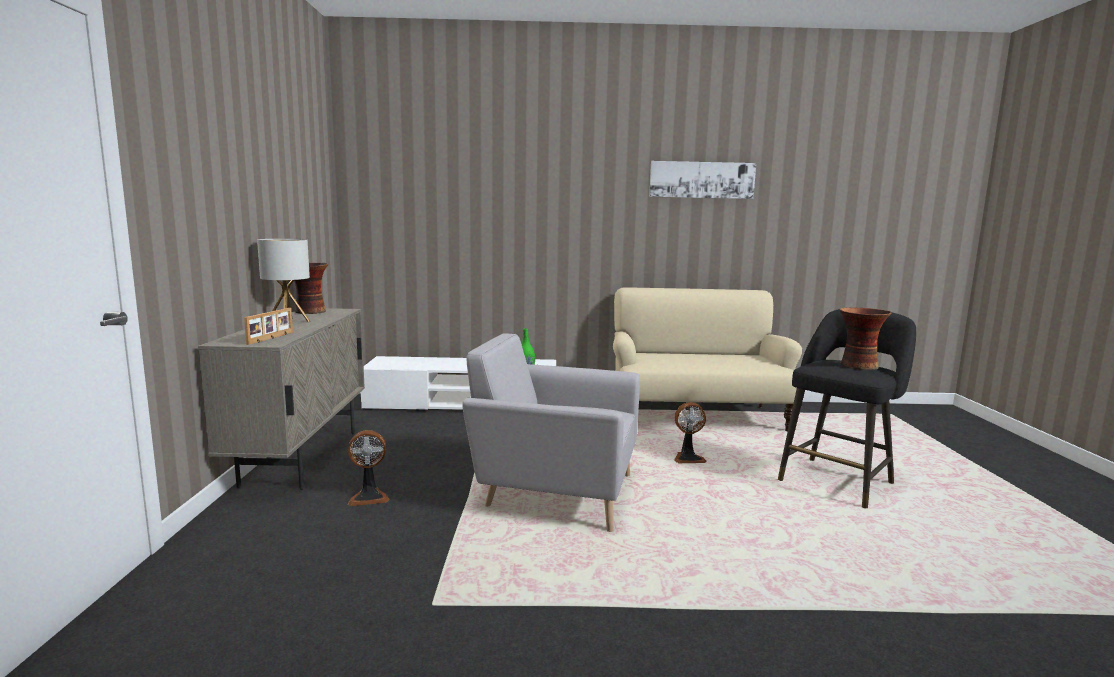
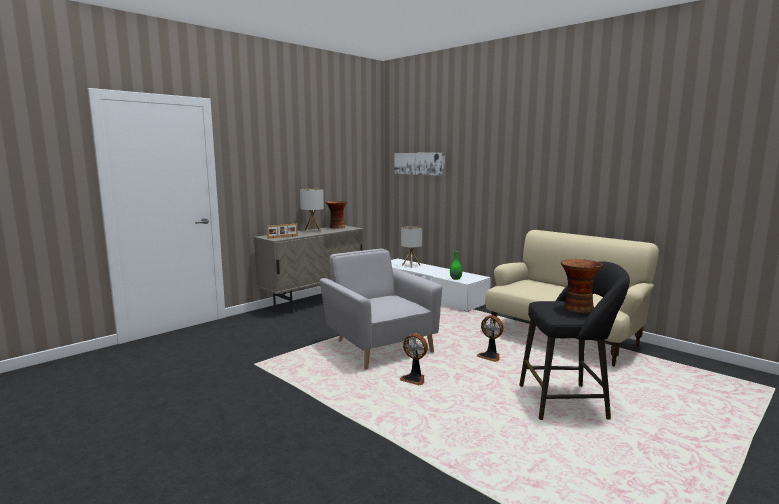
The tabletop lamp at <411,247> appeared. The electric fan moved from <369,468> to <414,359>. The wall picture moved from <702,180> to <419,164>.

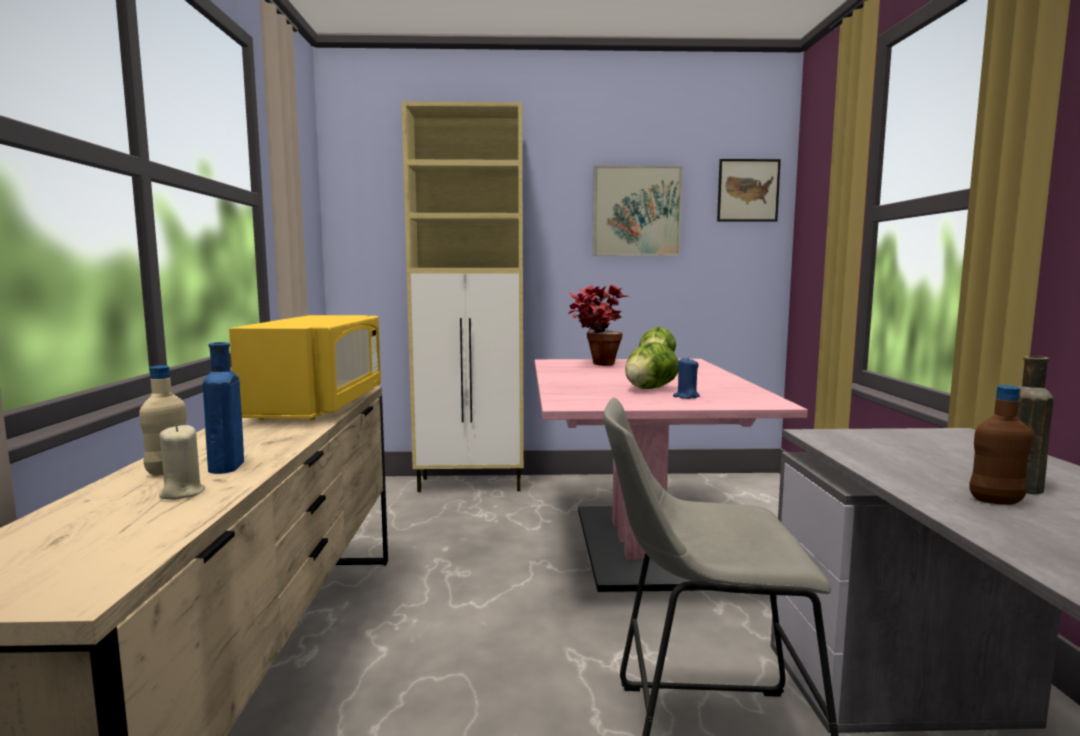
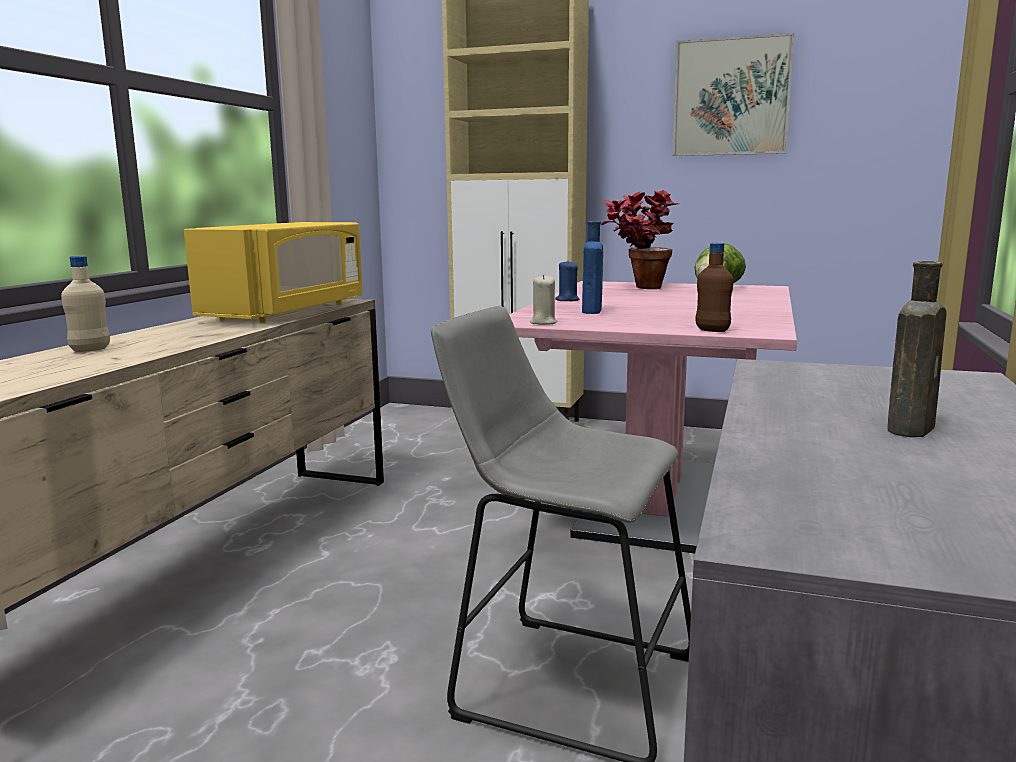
The lettuce head at <651,365> disappeared. The wall picture at <749,190> disappeared. The beige wax candle moved from <182,462> to <543,299>. The blue beverage bottle moved from <223,408> to <592,267>. The blue wax candle moved from <686,378> to <567,281>. The brownish beverage bottle moved from <1001,445> to <714,287>.

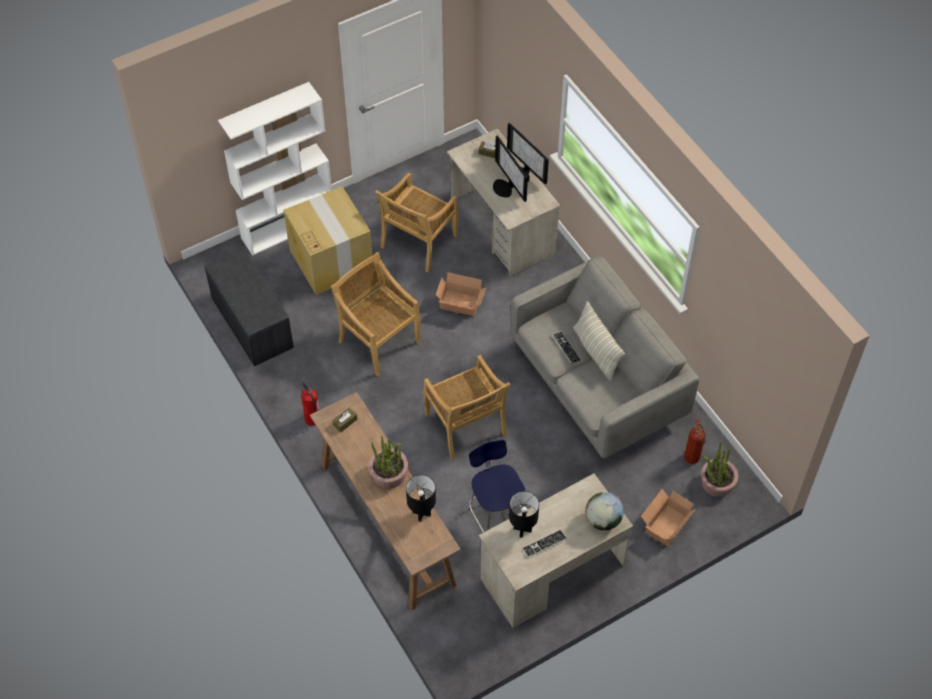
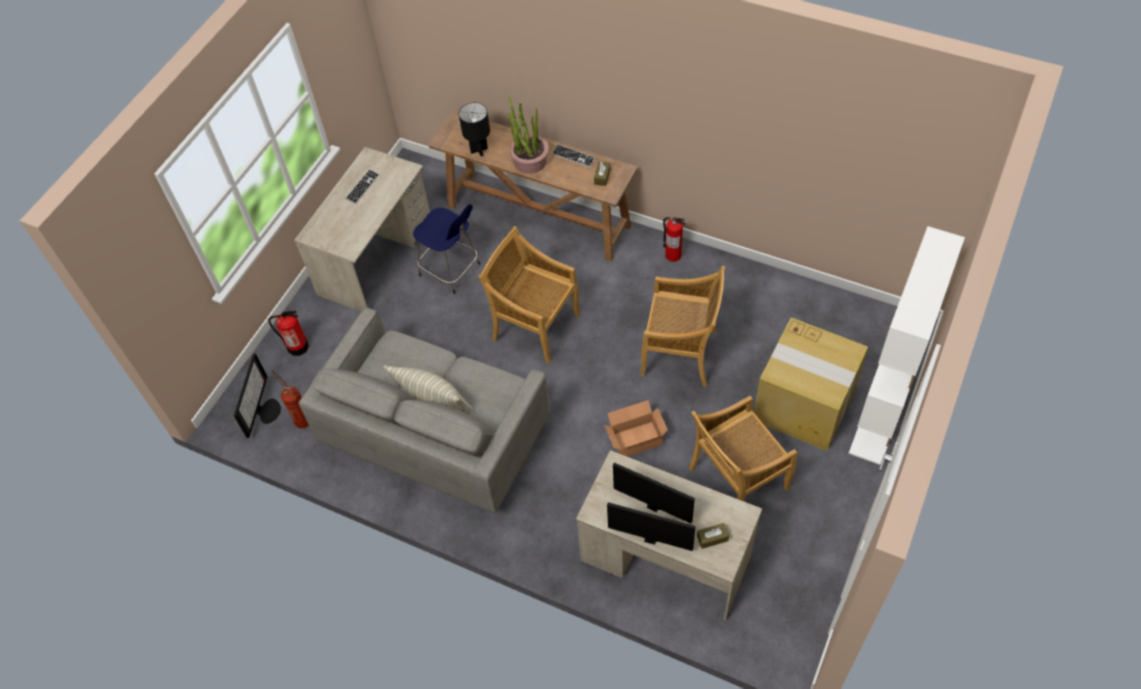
The gray bench at <249,307> disappeared. The blackish tabletop lamp at <524,514> disappeared. The desk globe at <604,511> disappeared. The keyboard moved from <567,347> to <574,155>. The carton at <668,518> was replaced by the extinguisher at <288,333>. The potted plant at <720,469> was replaced by the computer screen at <257,395>. The beige upright chair at <417,222> turned 120 degrees counterclockwise.

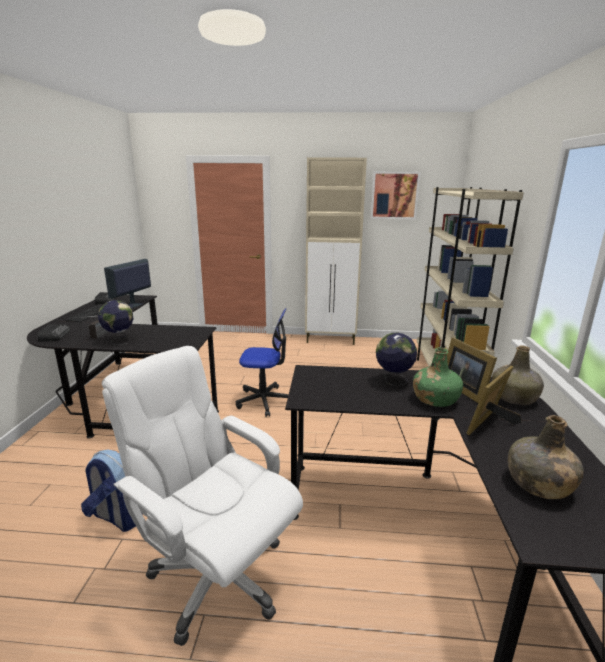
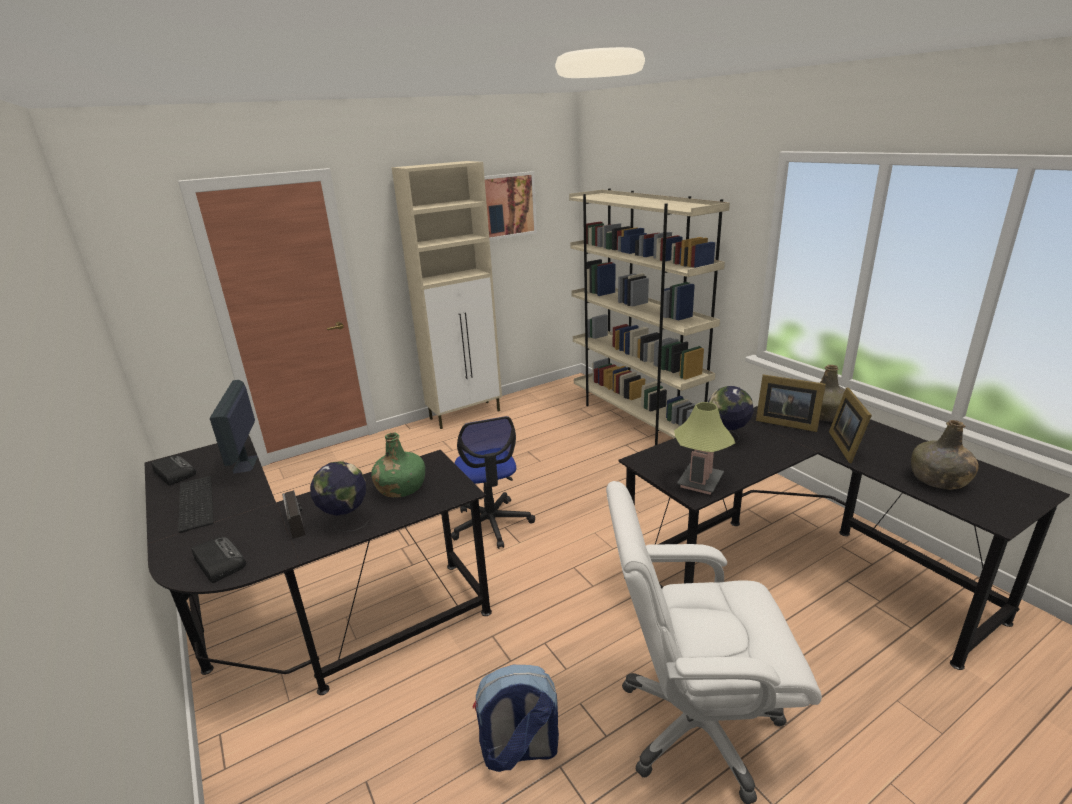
The tabletop lamp at <704,448> appeared. The green beverage bottle moved from <438,377> to <398,465>. The office chair at <262,362> turned 105 degrees clockwise.

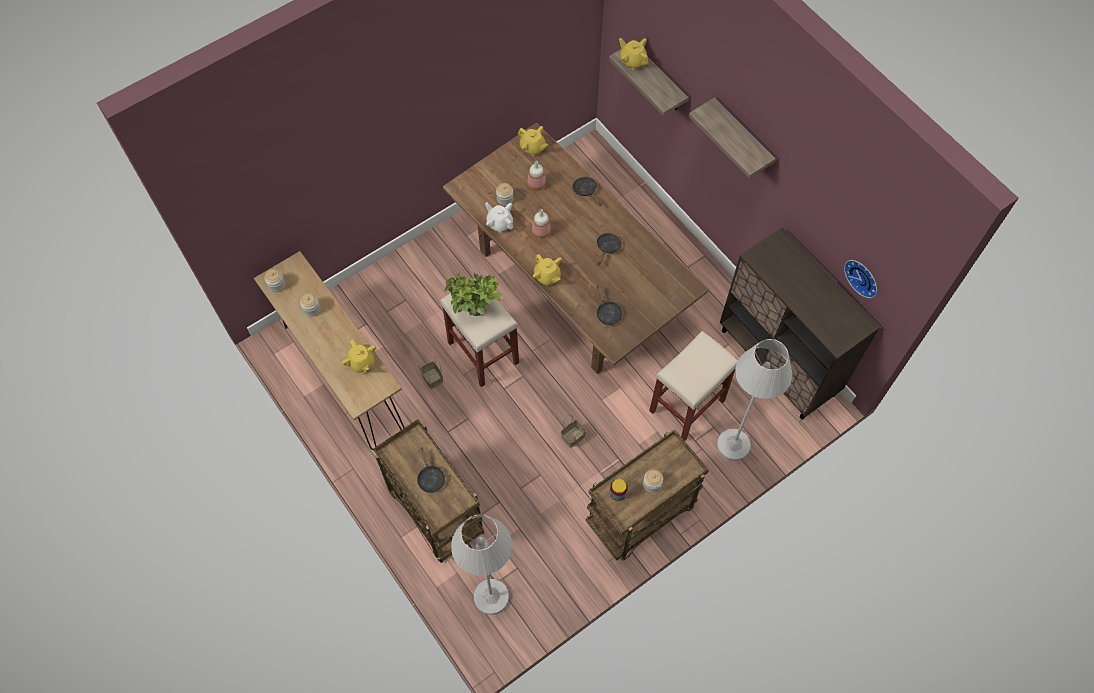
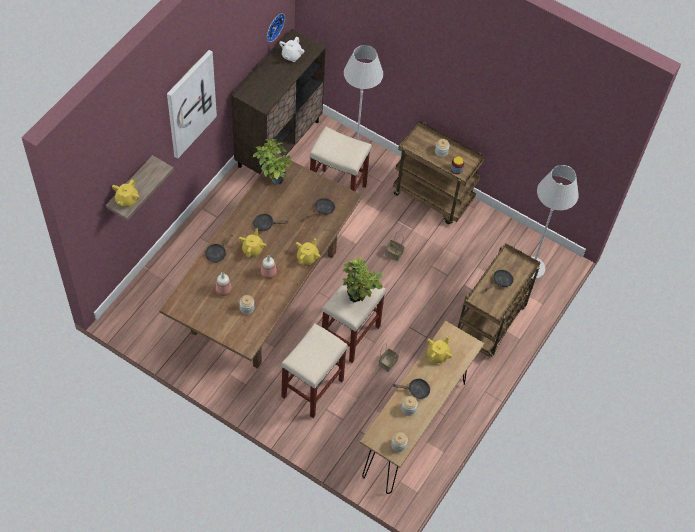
The potted plant at <272,161> appeared. The beige stool at <314,370> appeared. The blackish frying pan at <411,388> appeared. The whitish teapot moved from <499,217> to <291,49>. The yellow-coloured teapot moved from <533,141> to <253,242>. The wall shelf at <732,137> was replaced by the wall picture at <192,104>.

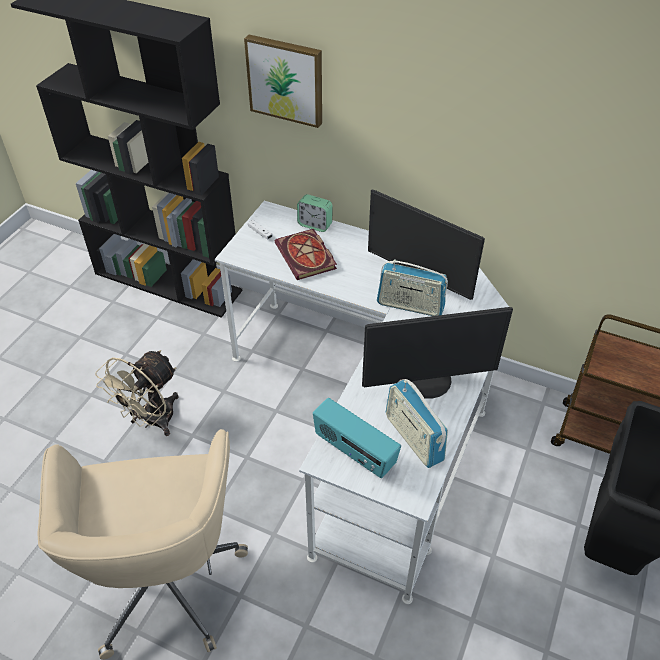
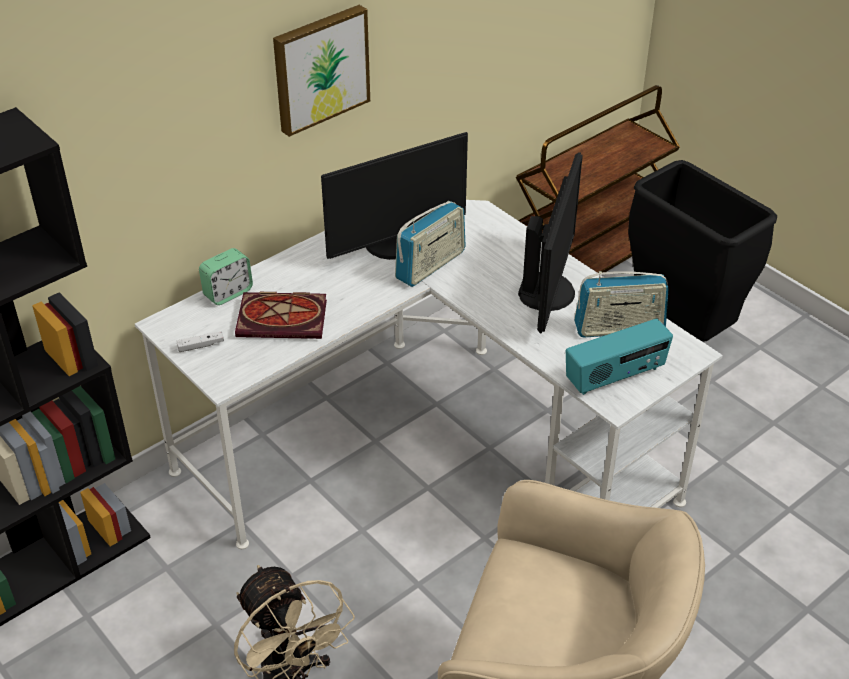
The wall picture moved from <283,81> to <321,71>.

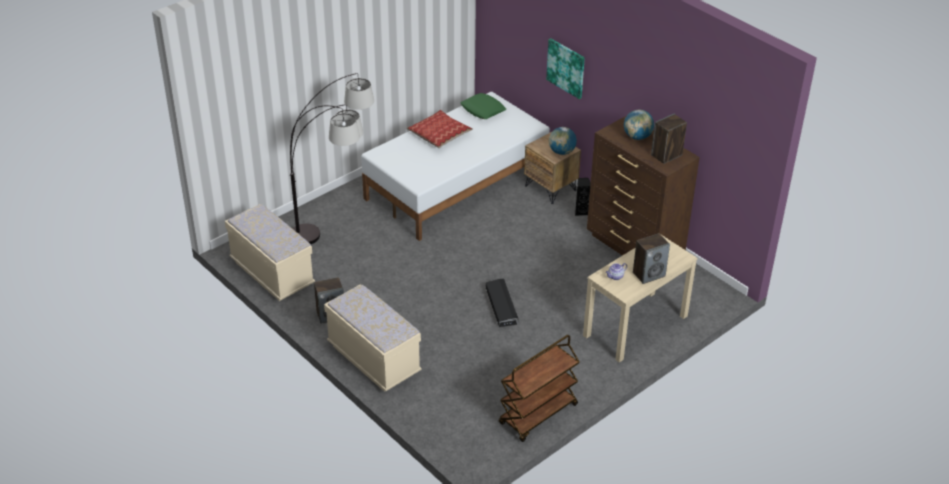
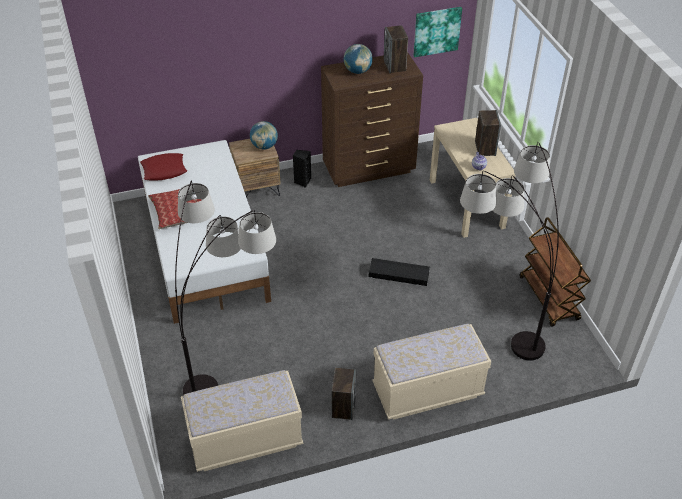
The standard lamp at <509,251> appeared. The wall picture moved from <565,68> to <438,32>. The green cushion at <483,106> became the red cushion at <163,167>.

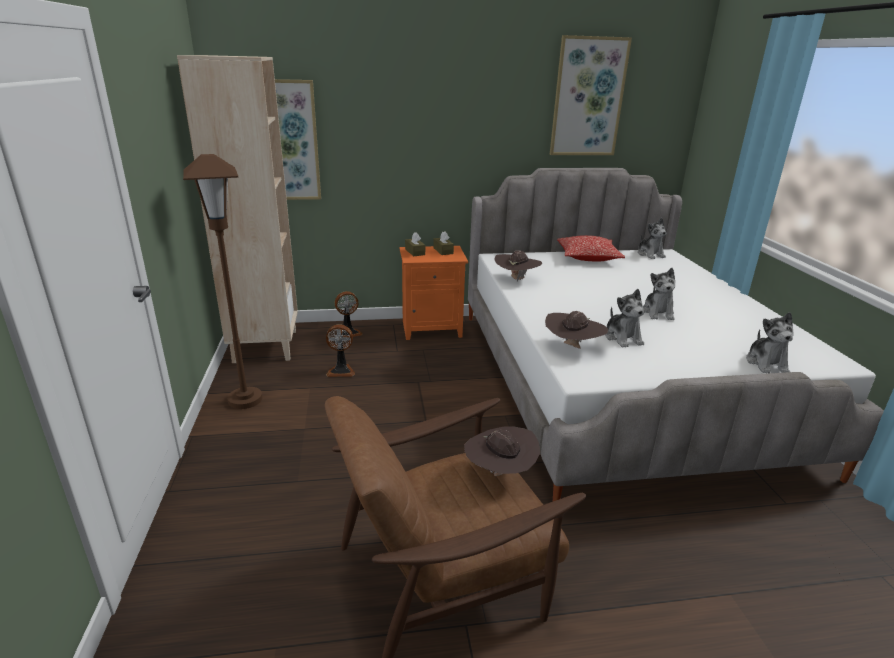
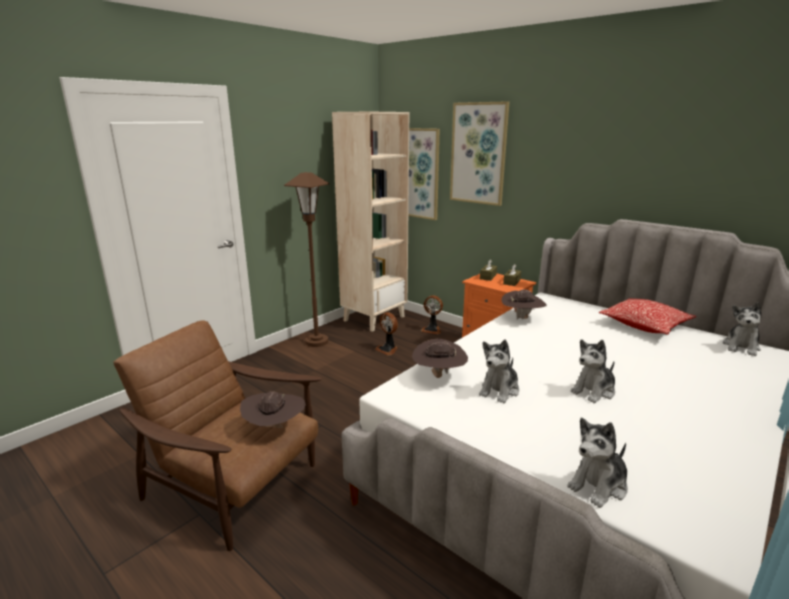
The wall picture moved from <591,95> to <479,153>.

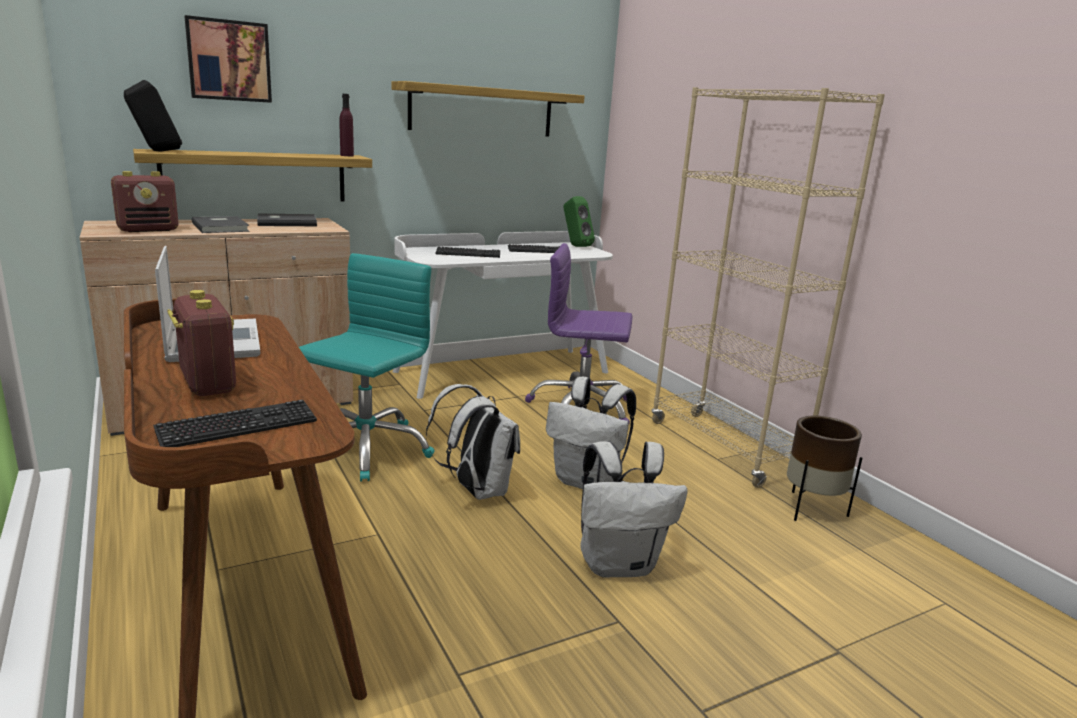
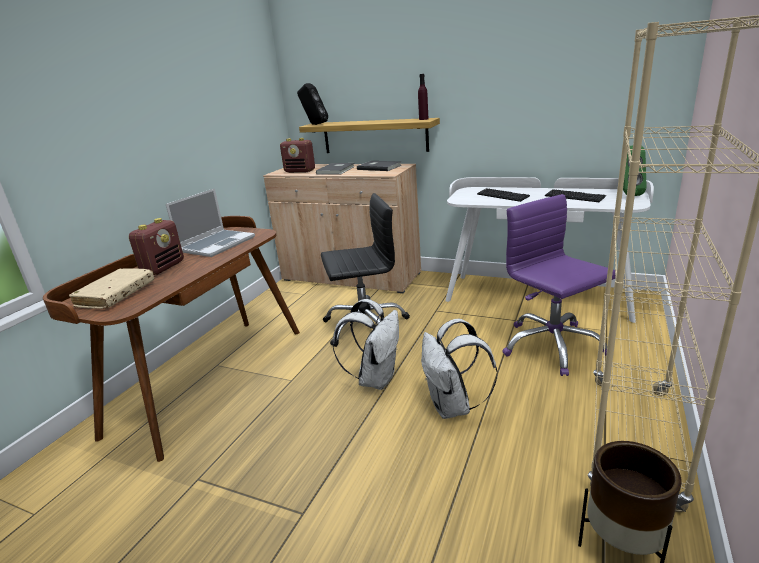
The wall picture at <228,59> disappeared. The wall shelf at <488,109> disappeared. The whitish knapsack at <634,509> disappeared. The keyboard at <235,423> was replaced by the beige bound book at <111,289>. The turquoise-coloured office chair at <367,367> became the blackish office chair at <365,270>.

